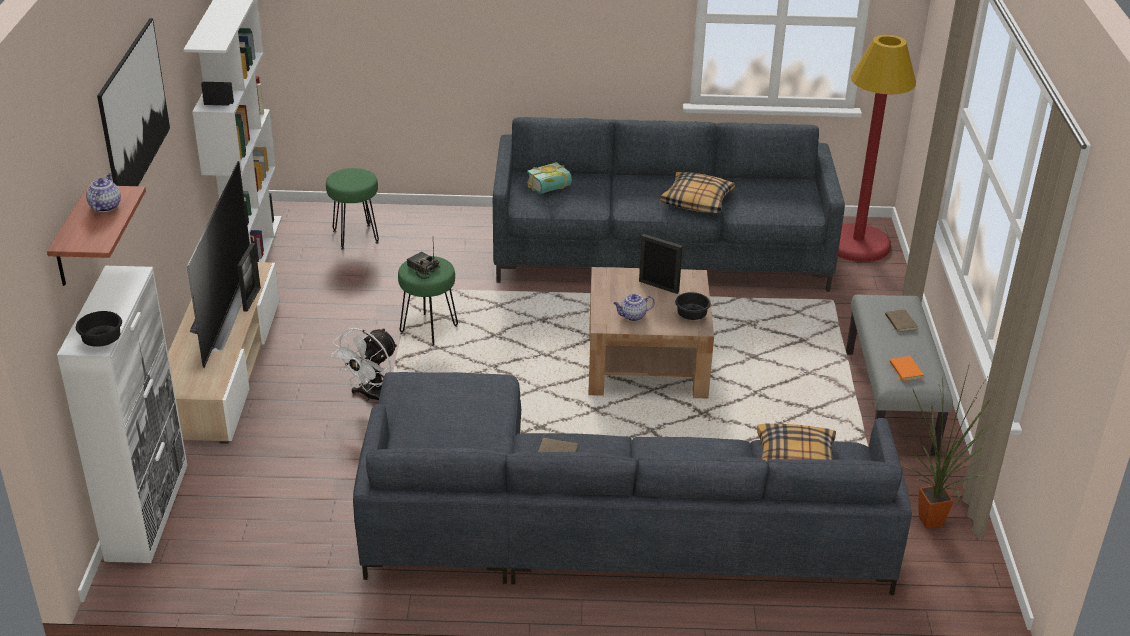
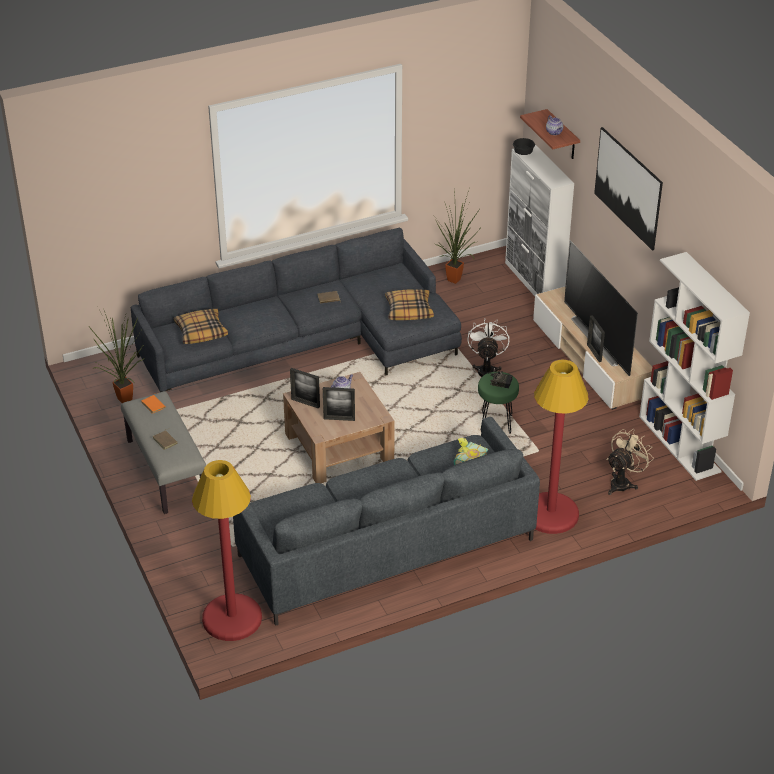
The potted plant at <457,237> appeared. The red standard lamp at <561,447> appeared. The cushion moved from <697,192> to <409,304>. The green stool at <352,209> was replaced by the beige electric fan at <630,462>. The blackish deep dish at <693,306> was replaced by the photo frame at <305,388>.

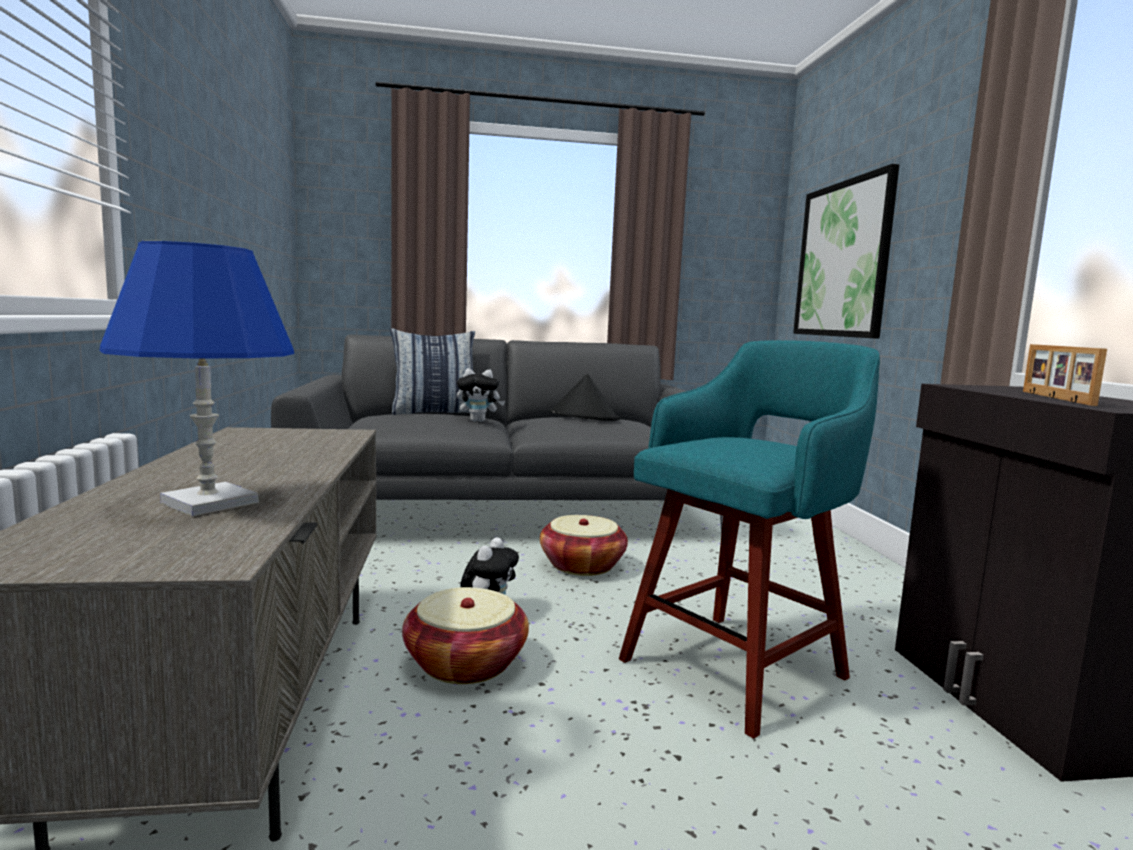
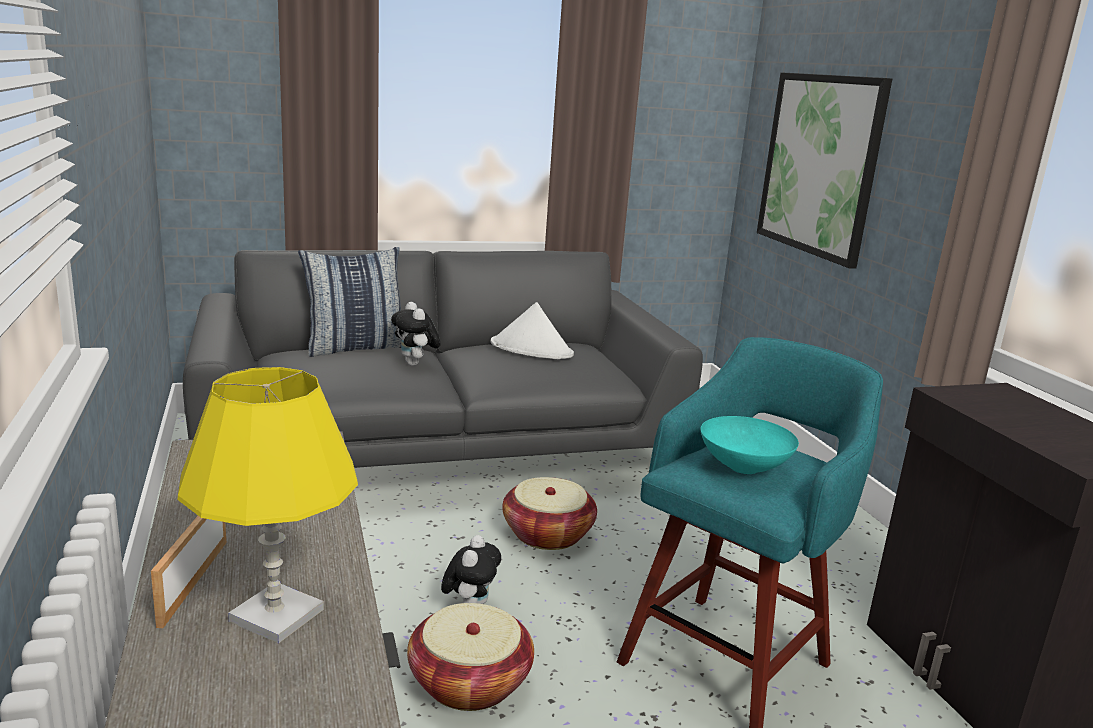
The turquoise-coloured deep dish at <750,445> appeared. The photo frame moved from <1065,375> to <189,572>. The blue tabletop lamp at <196,379> became the yellow-coloured tabletop lamp at <268,505>. The blackish wearable hat at <584,397> became the whitish wearable hat at <532,330>. The plush toy at <481,395> turned 75 degrees clockwise.

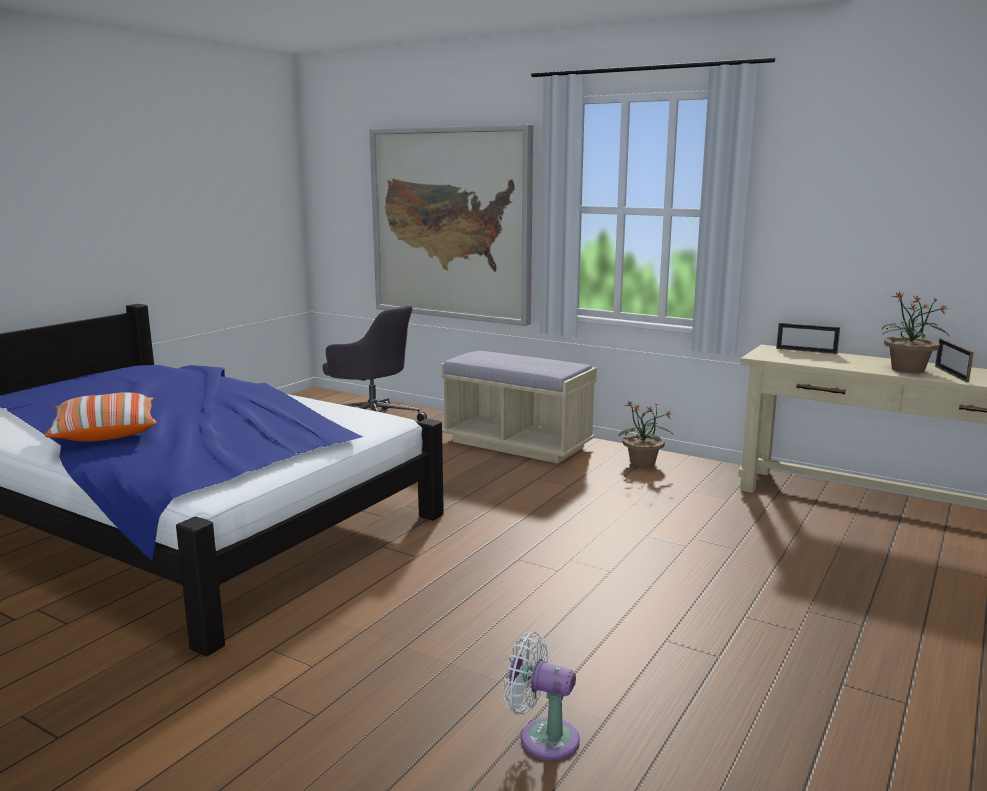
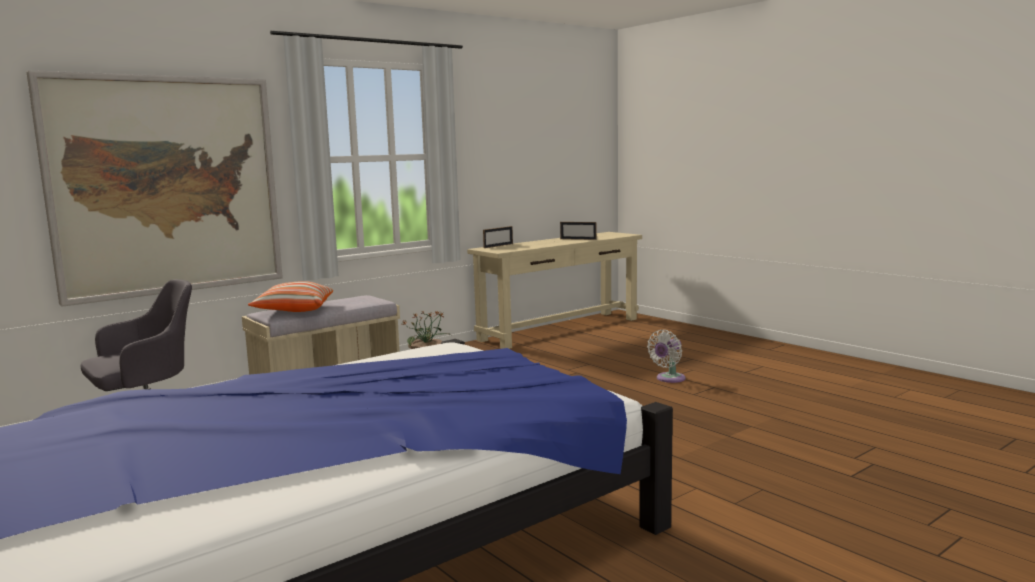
The potted plant at <916,332> disappeared. The cushion moved from <101,417> to <290,296>. The whitish electric fan moved from <541,696> to <666,356>.

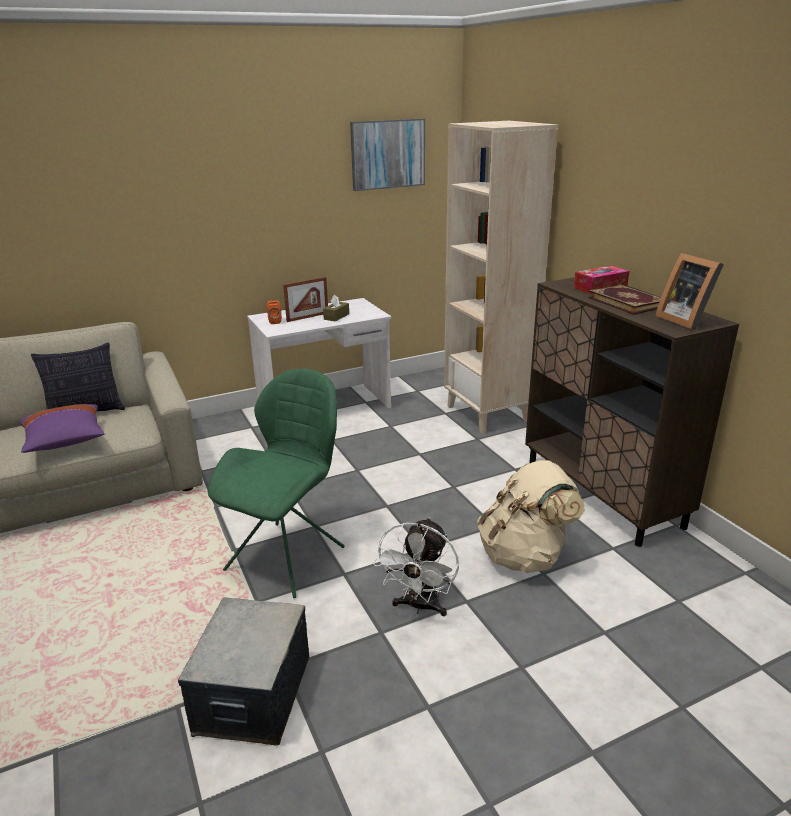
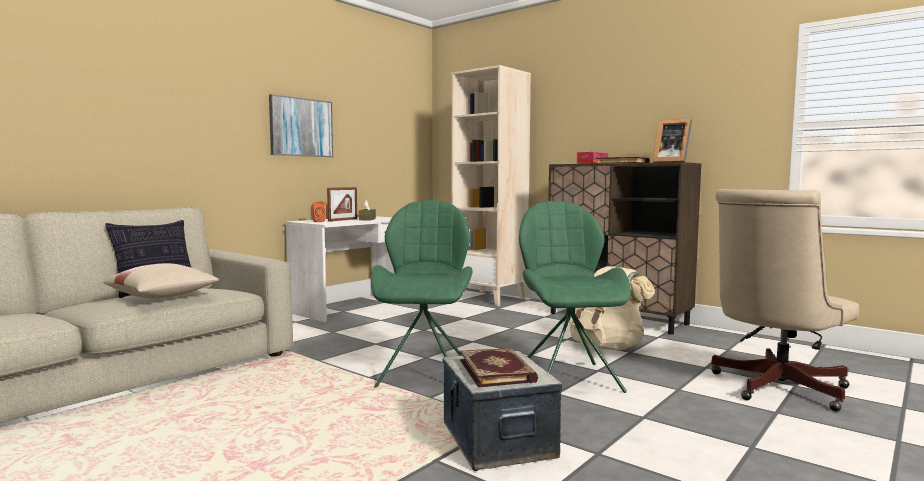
The bound book at <499,367> appeared. The beige office chair at <785,300> appeared. The wall picture moved from <387,155> to <301,125>. The whitish electric fan at <416,567> was replaced by the green upright chair at <575,297>. The purple cushion at <61,428> became the beige cushion at <161,281>.

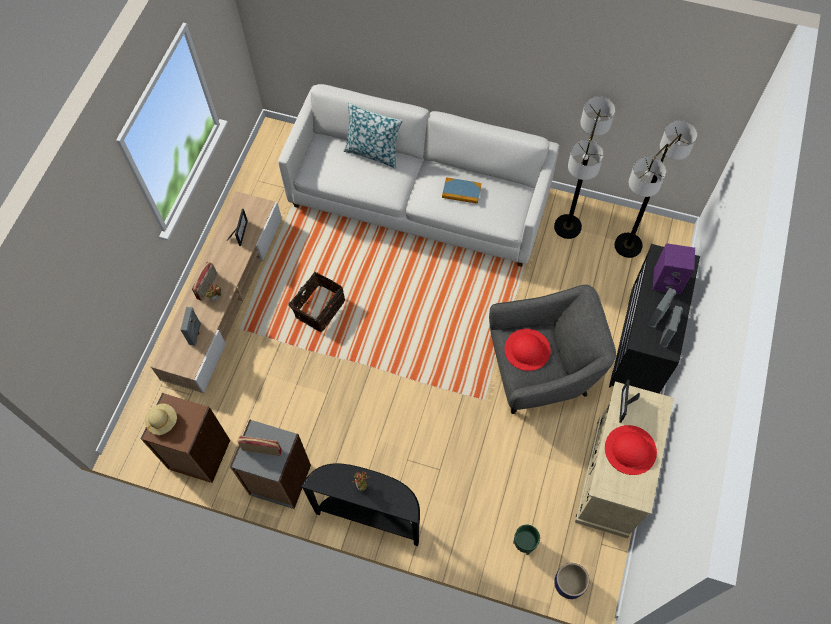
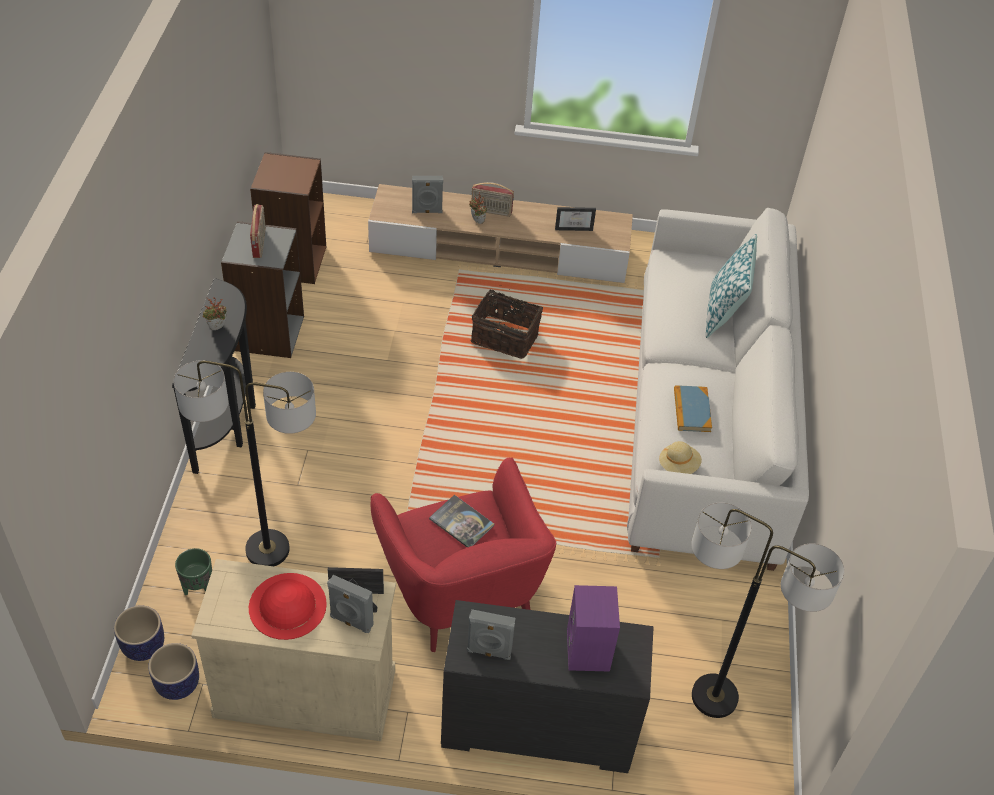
The plant pot at <173,671> appeared. The beige wearable hat moved from <161,419> to <680,457>. The standard lamp moved from <585,167> to <244,463>. The gray speaker moved from <662,308> to <350,604>. The red wearable hat at <528,350> was replaced by the bound book at <461,521>. The gray easy chair at <552,349> became the red easy chair at <463,555>.

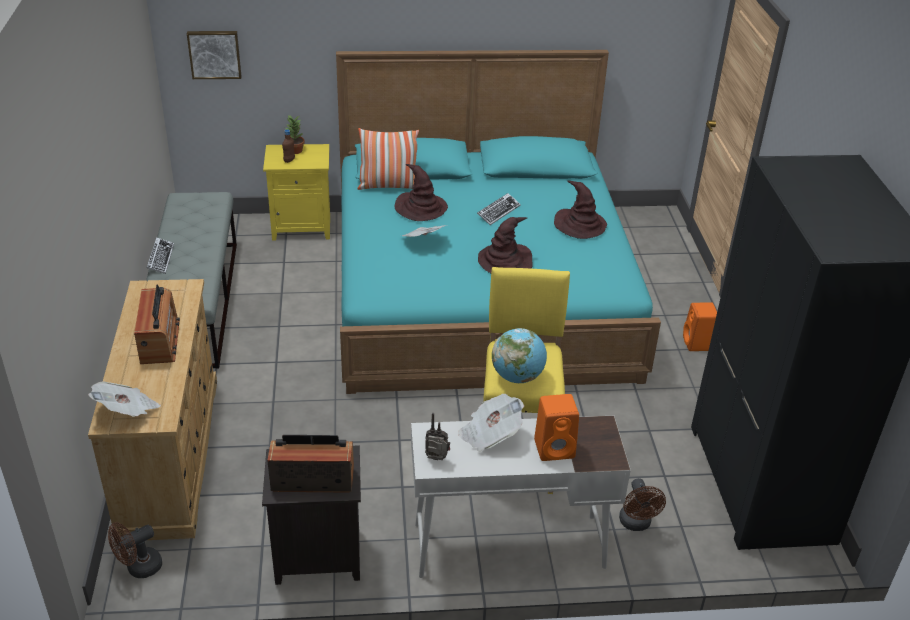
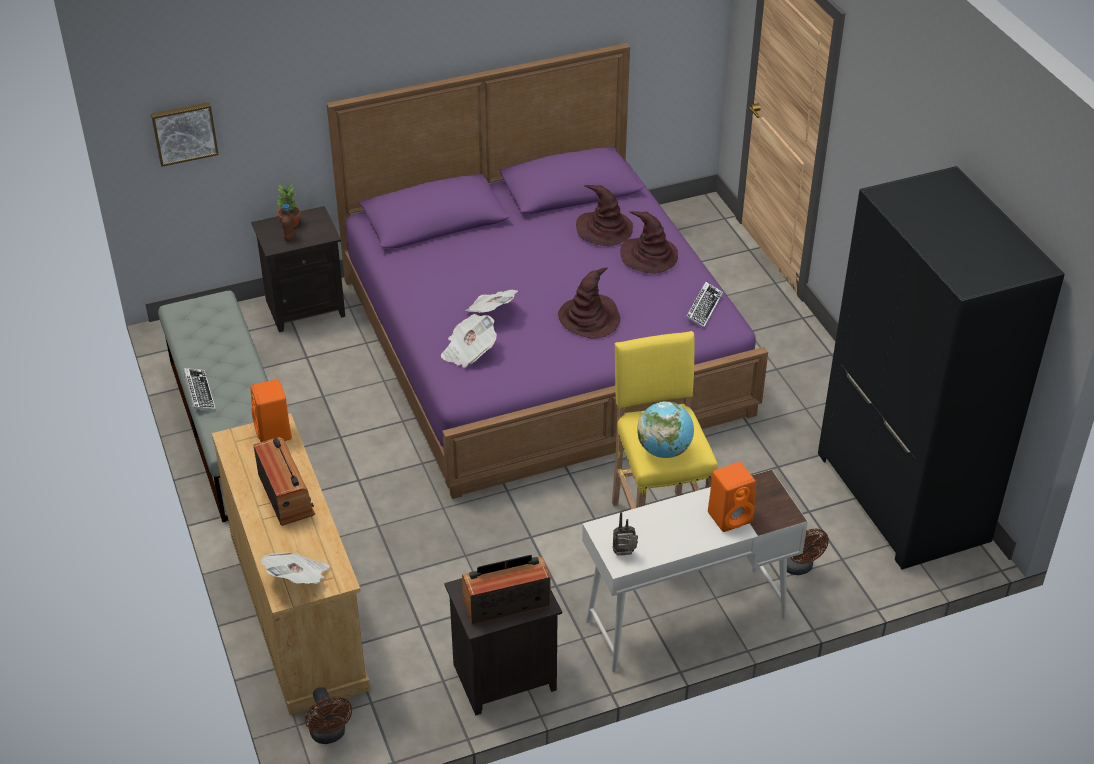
The cushion at <388,159> disappeared. The brownish wearable hat moved from <421,192> to <604,215>. The daily paper moved from <491,423> to <469,341>. The keyboard moved from <499,209> to <704,305>. The orangey speaker moved from <700,326> to <271,410>. The yellow-coloured night table at <296,192> became the blackish night table at <298,269>. The turquoise-coloured bed at <498,222> became the purple bed at <547,271>. The brownish electric fan at <135,550> turned 60 degrees counterclockwise.

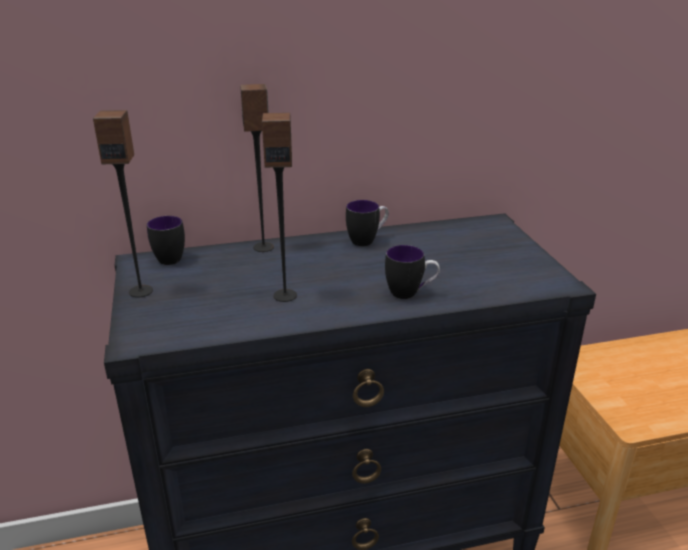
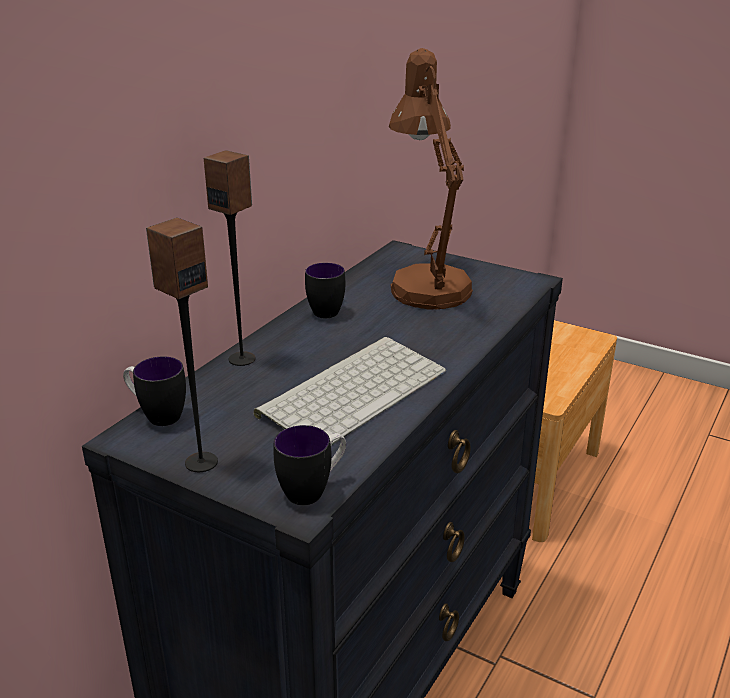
The brownish tabletop lamp at <431,179> appeared. The mug moved from <412,272> to <310,465>. The speaker at <279,207> was replaced by the keyboard at <350,391>.

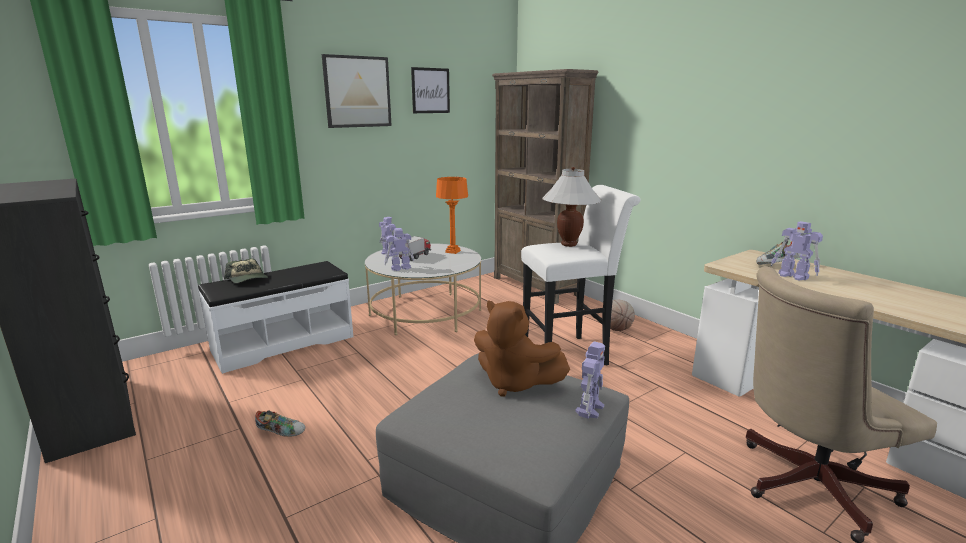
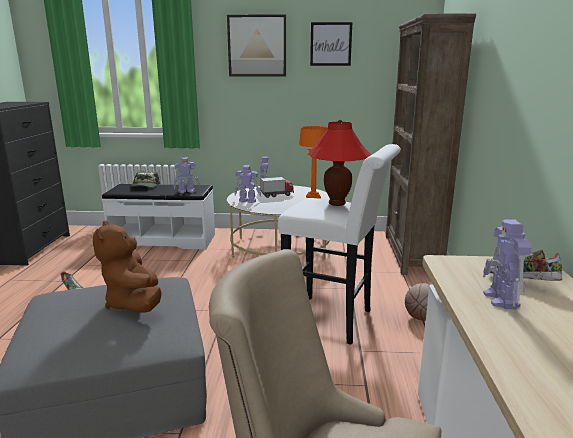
The model robot moved from <590,380> to <187,175>. The whitish tabletop lamp at <572,207> became the red tabletop lamp at <339,163>.

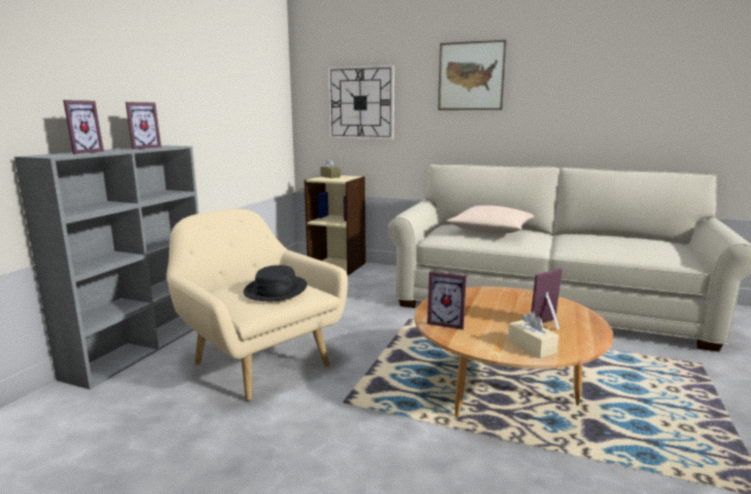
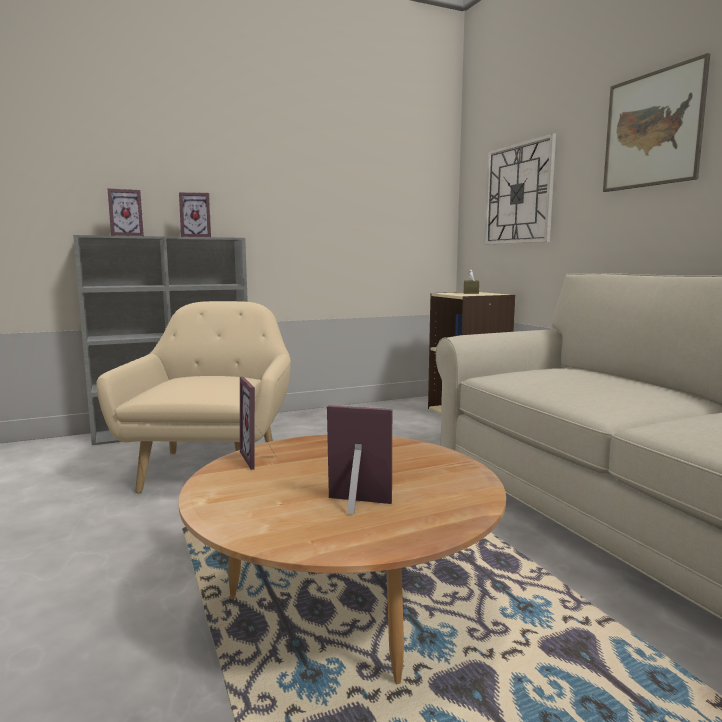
The blackish wearable hat at <275,283> disappeared. The beige cushion at <490,219> disappeared. The beige tissue holder at <533,335> disappeared.

